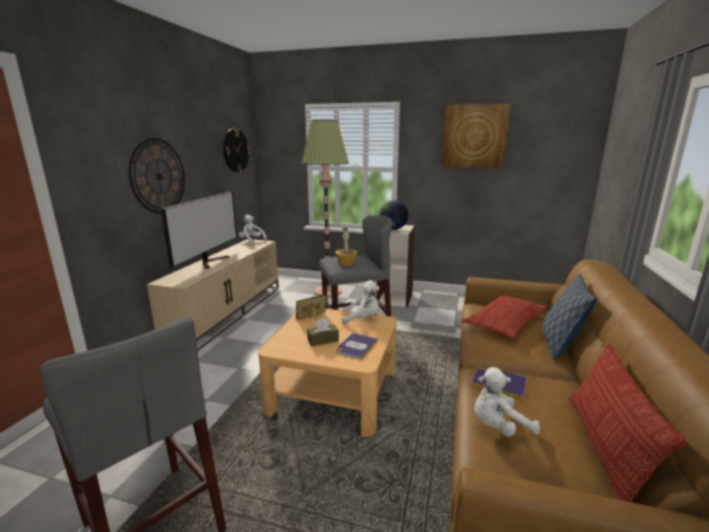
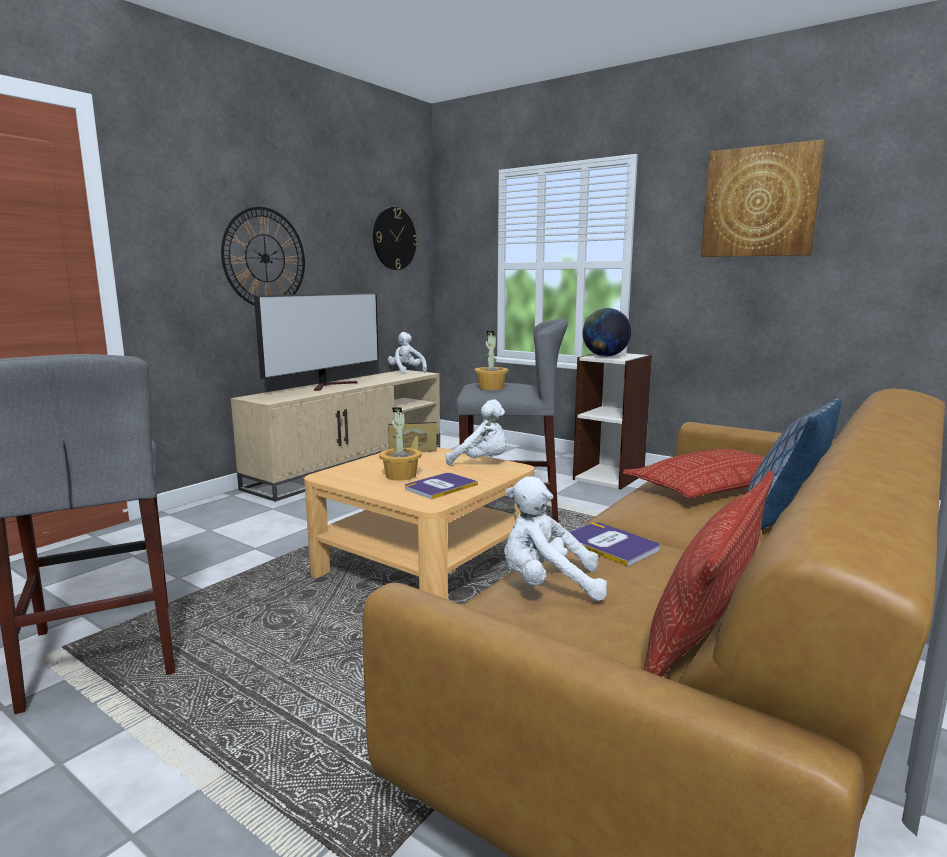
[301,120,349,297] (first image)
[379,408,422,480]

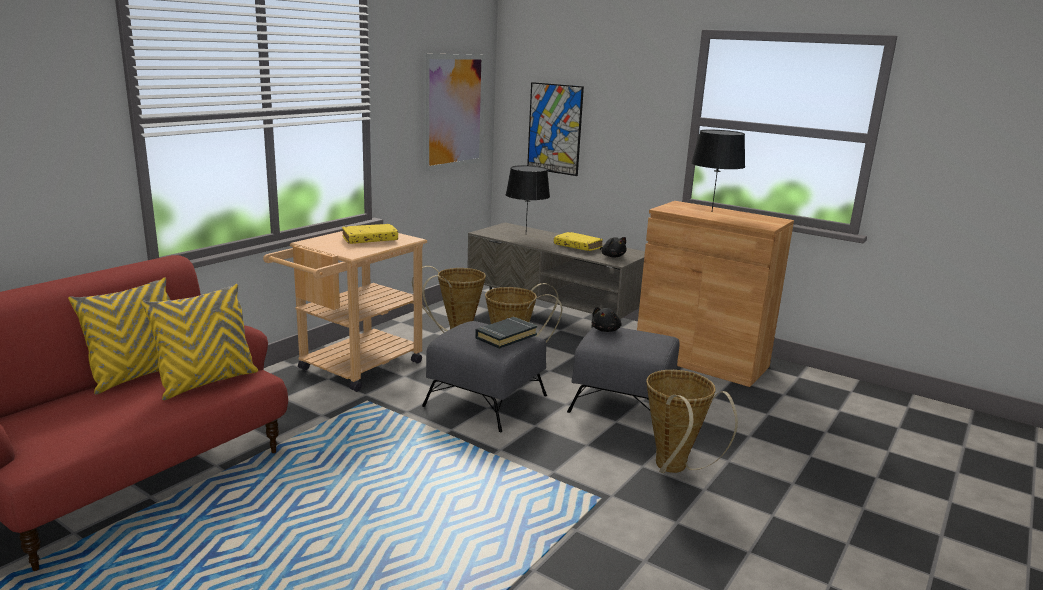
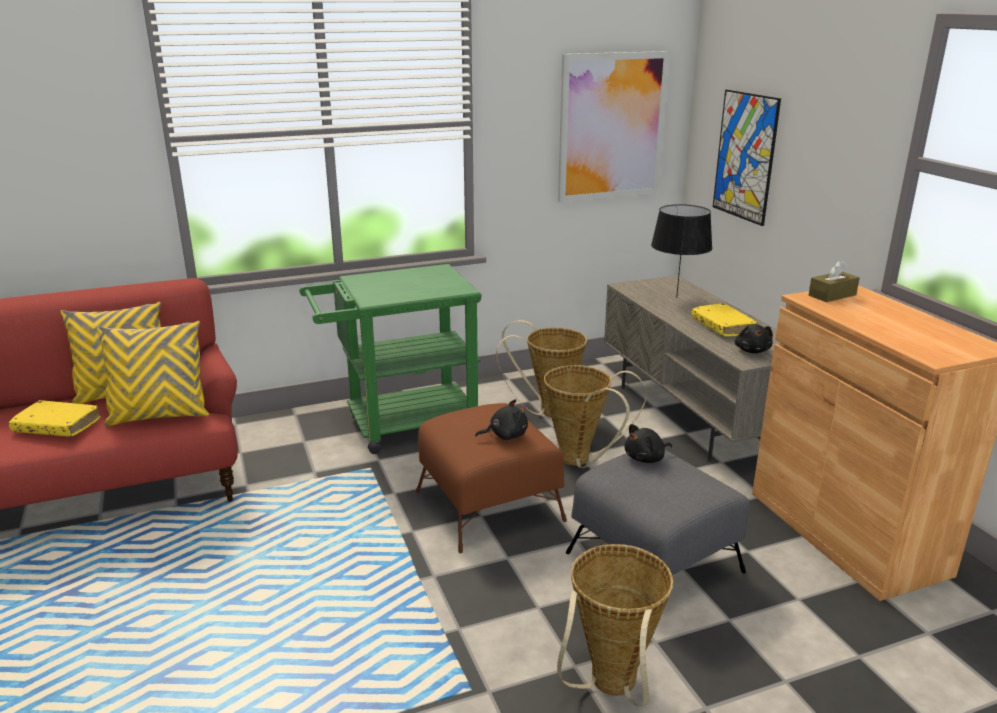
[691,130,745,210] (first image)
[809,260,860,302]
[9,400,101,437]
[475,399,528,440]
[299,264,482,454]
[416,403,567,553]

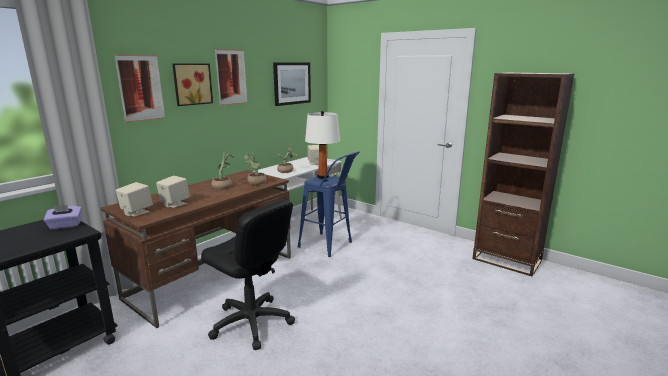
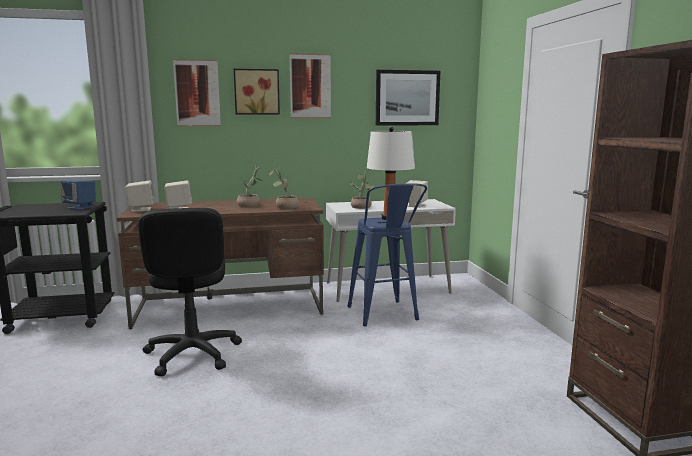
[61,180,96,210]

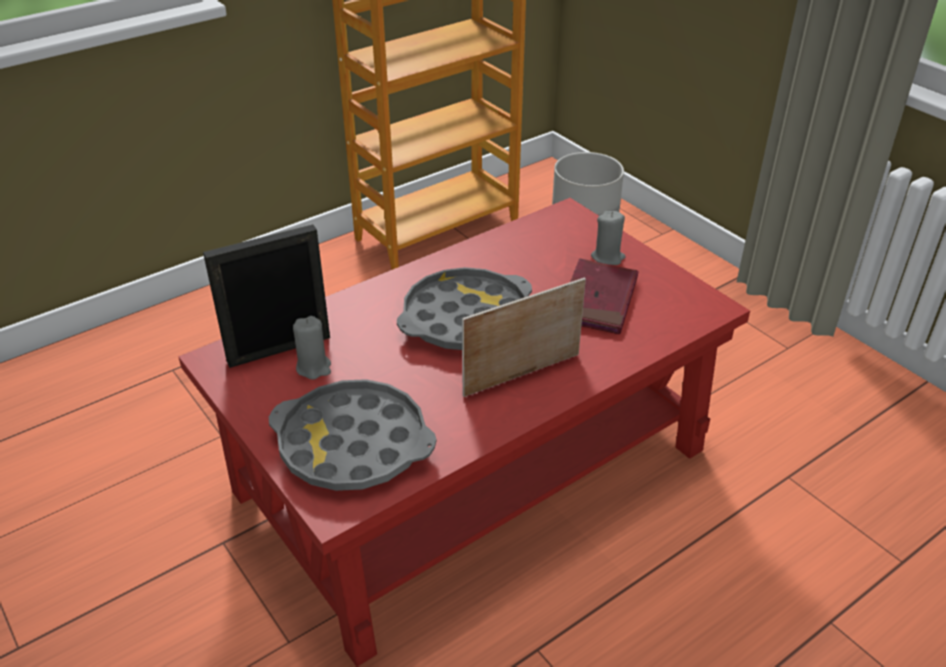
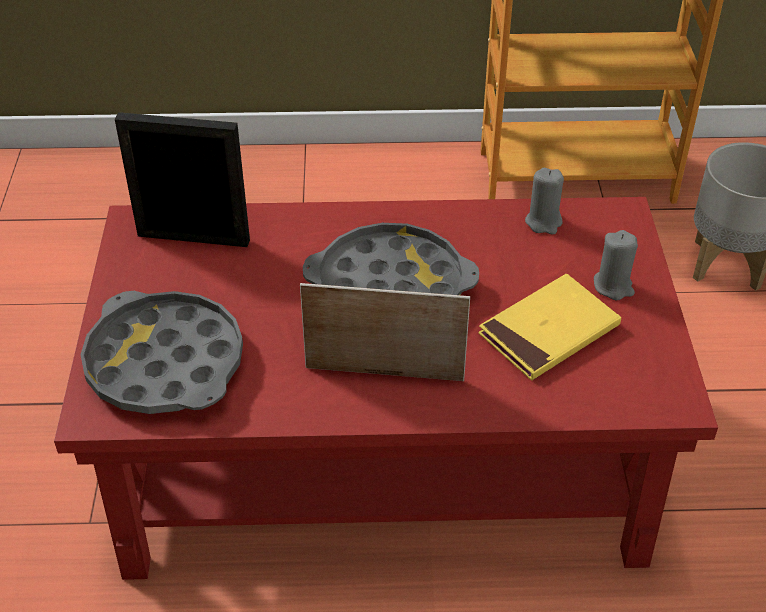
[525,168,564,234]
[478,274,621,380]

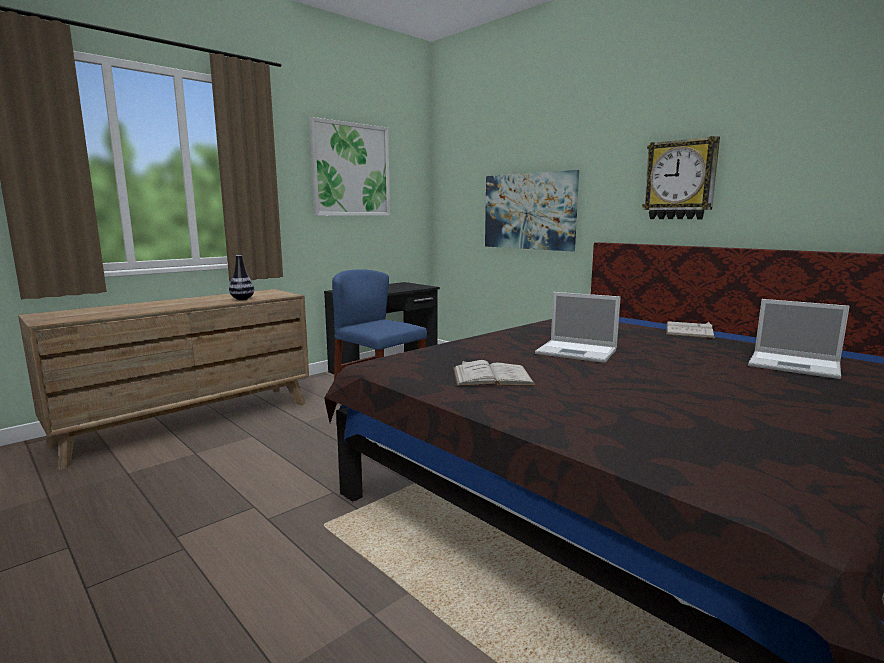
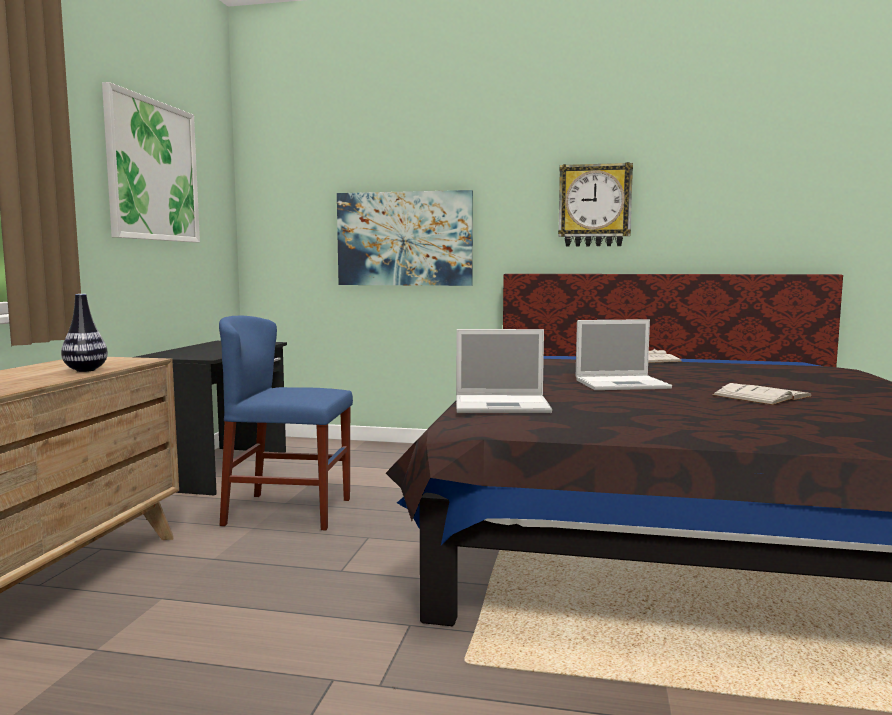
[712,383,812,405]
[456,329,552,413]

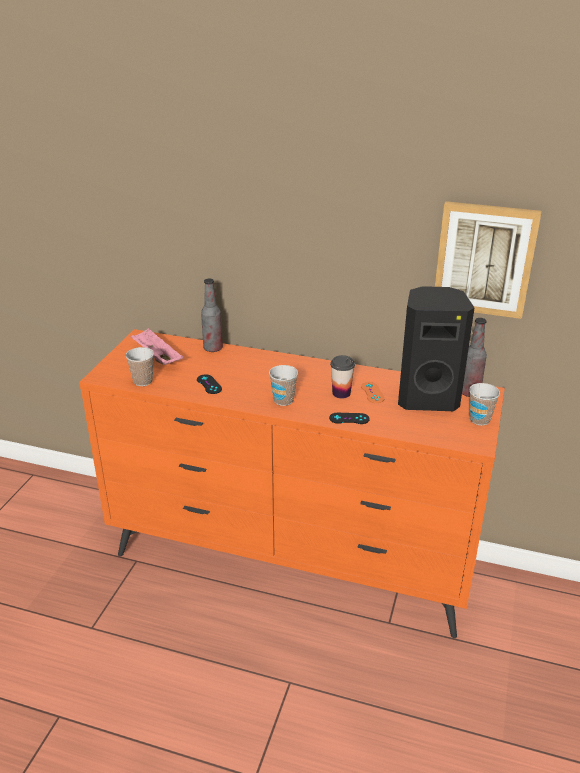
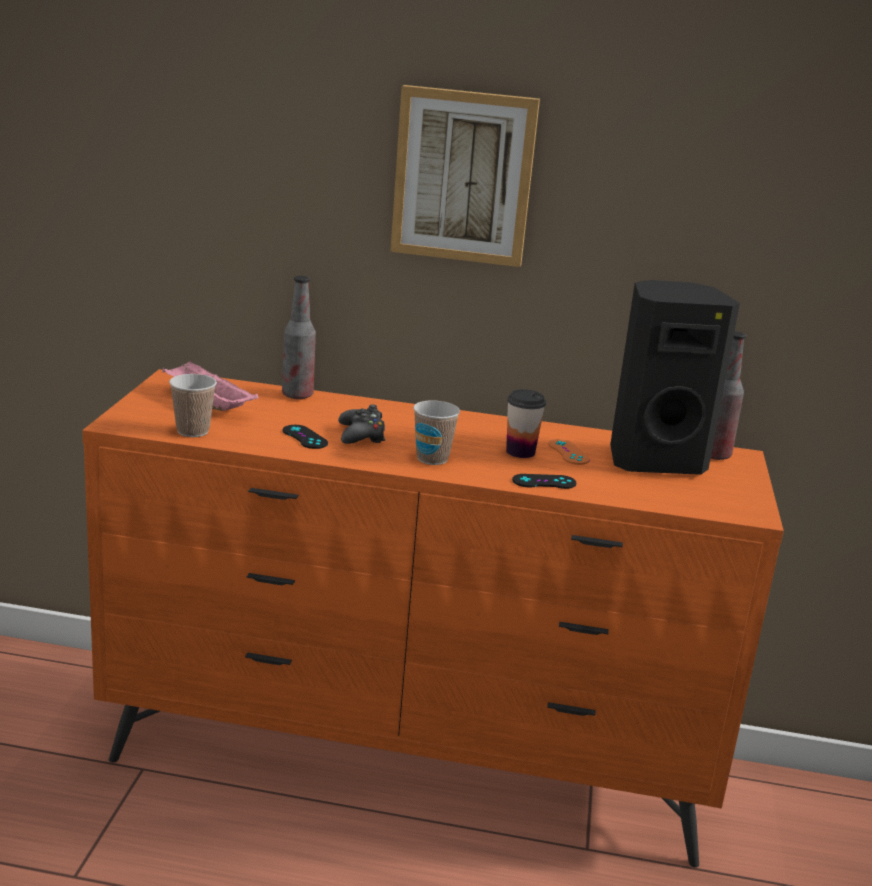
[469,383,500,425] (first image)
[338,404,385,444]
[390,85,540,267]

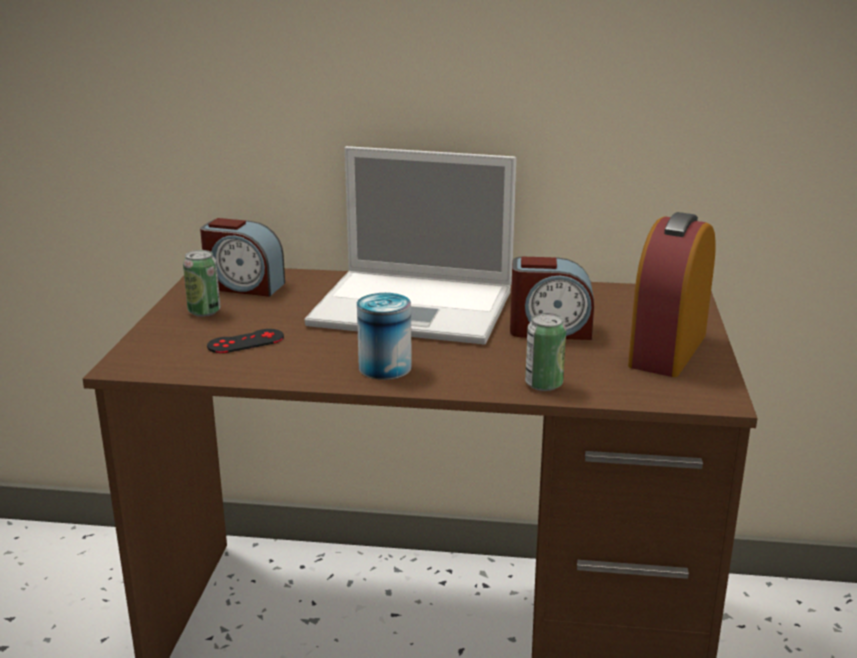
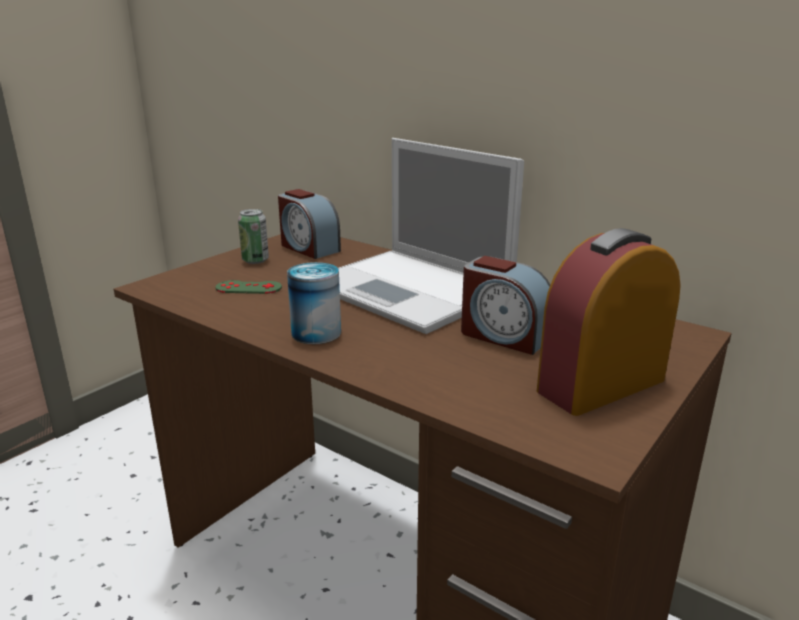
[525,313,566,391] (first image)
[216,280,282,294]

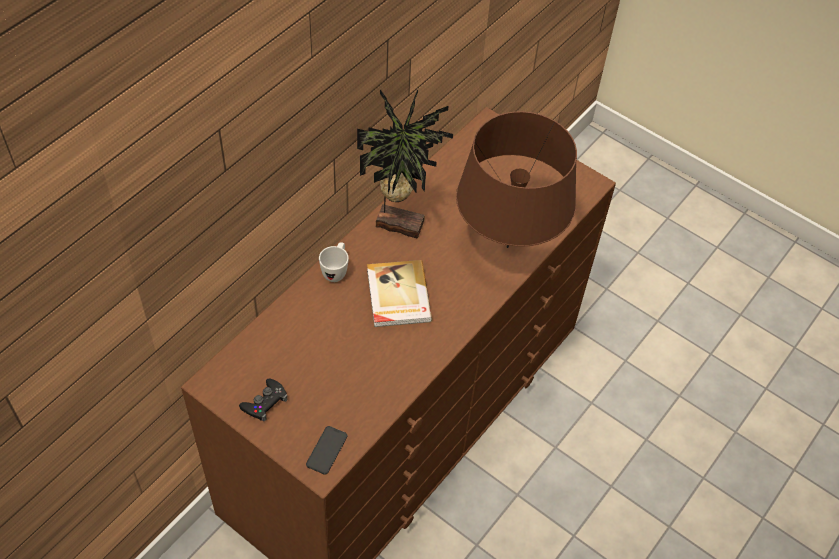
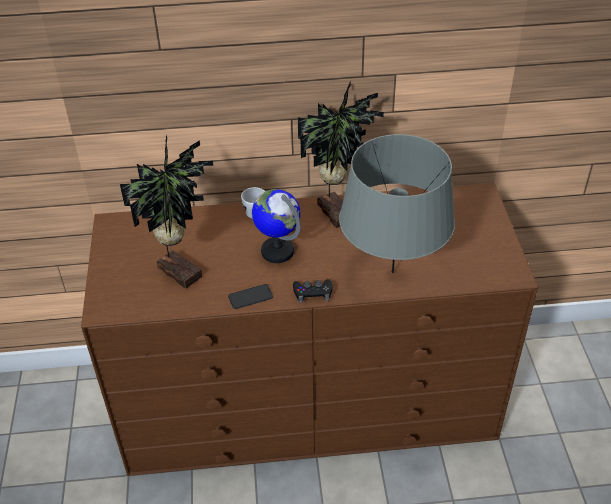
[120,133,213,289]
[293,279,333,303]
[228,284,273,309]
[252,189,301,263]
[339,134,455,273]

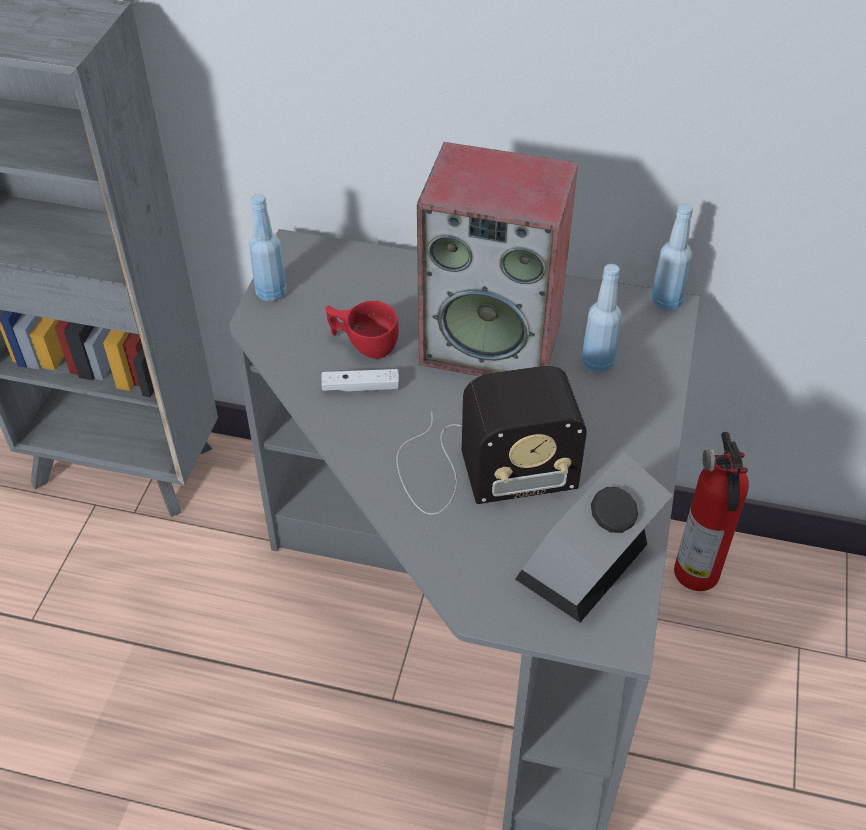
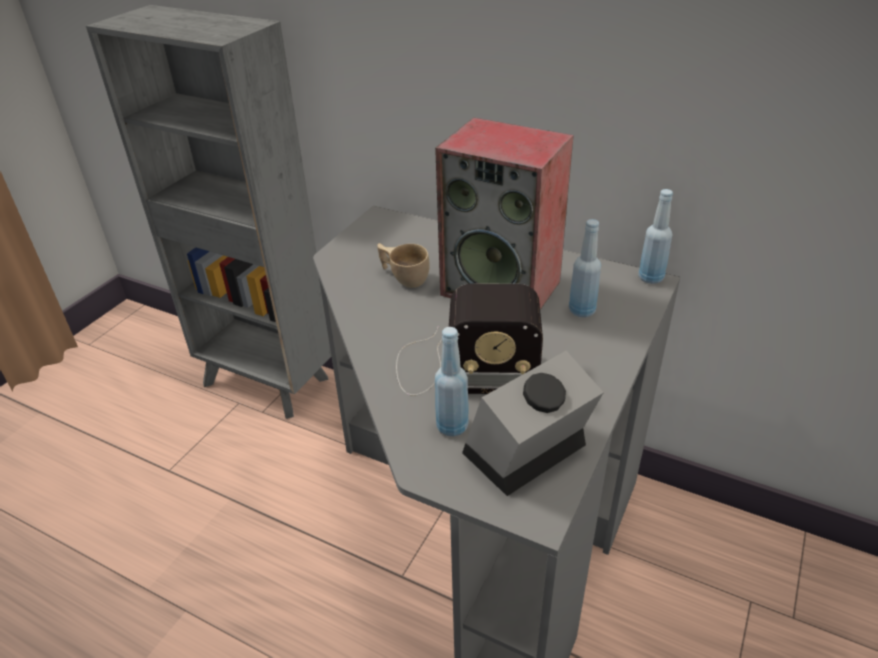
[321,369,399,392] (first image)
[674,432,749,591] (first image)
[435,327,469,437]
[377,243,430,288]

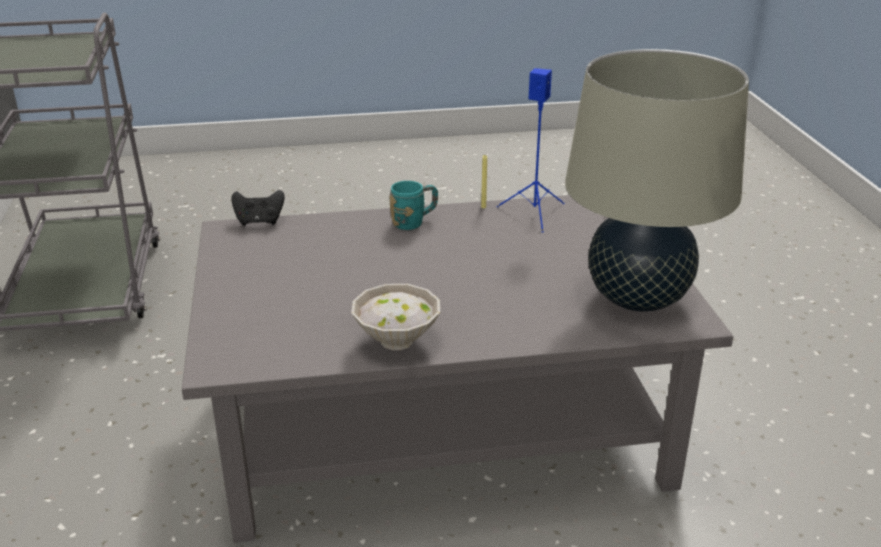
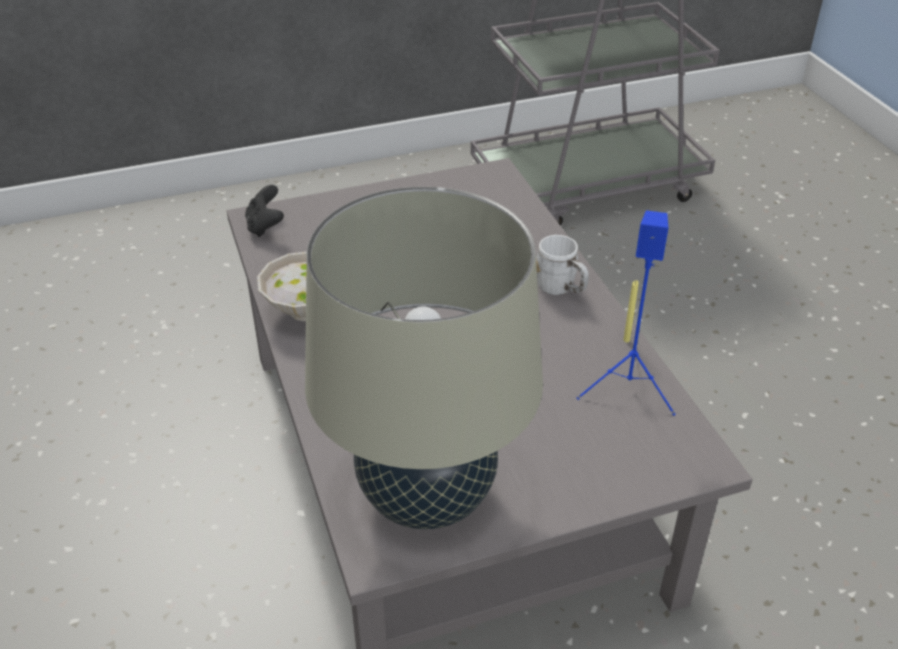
[245,185,284,237]
[536,235,589,295]

